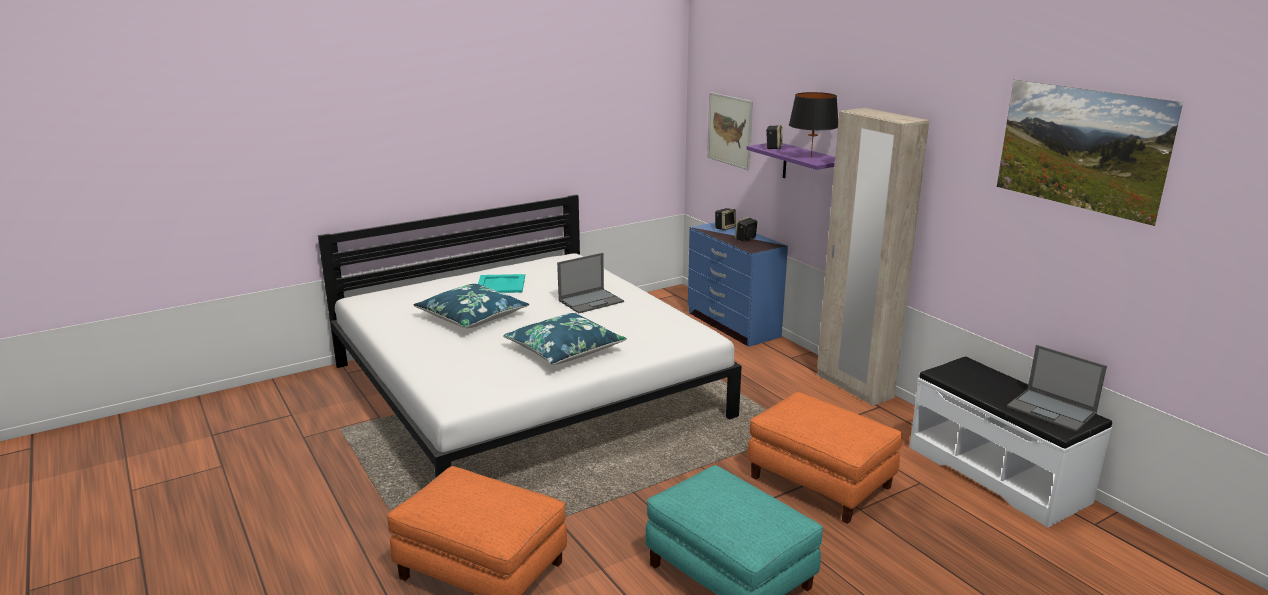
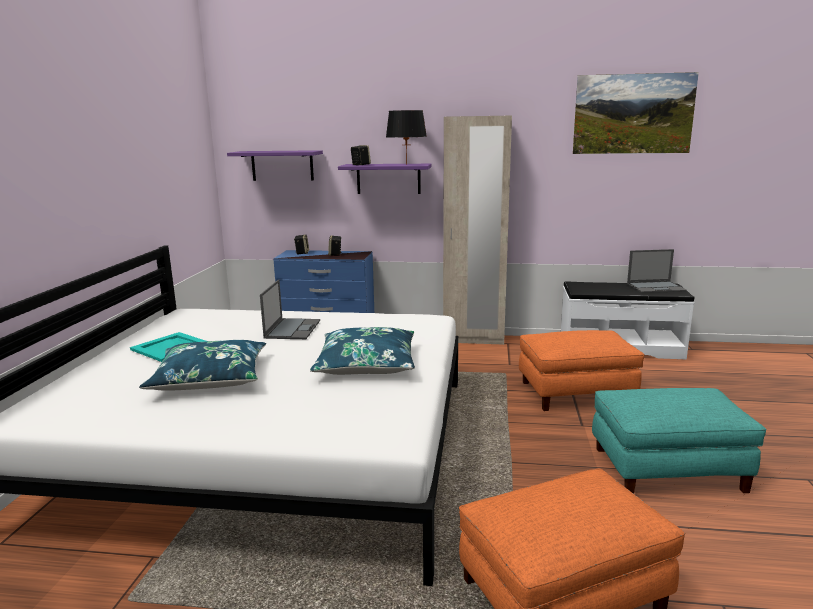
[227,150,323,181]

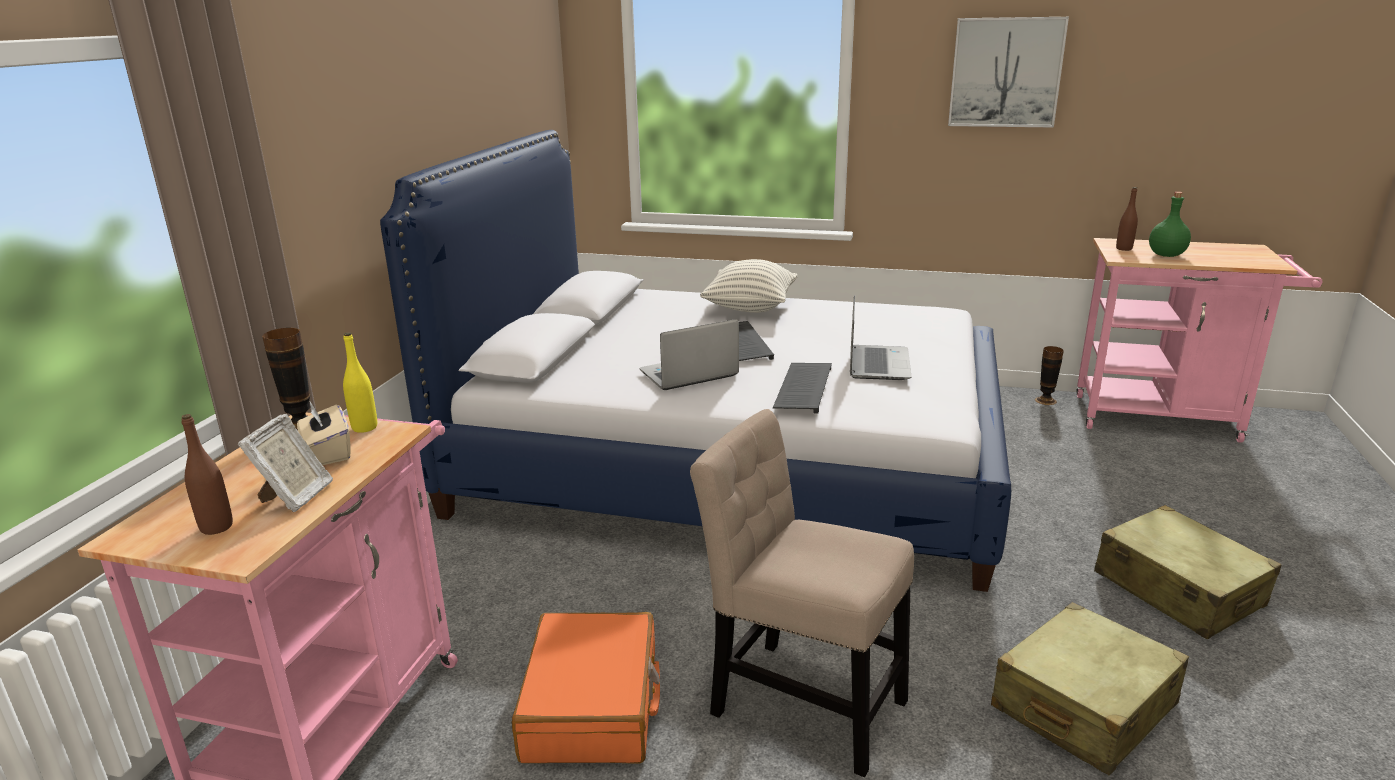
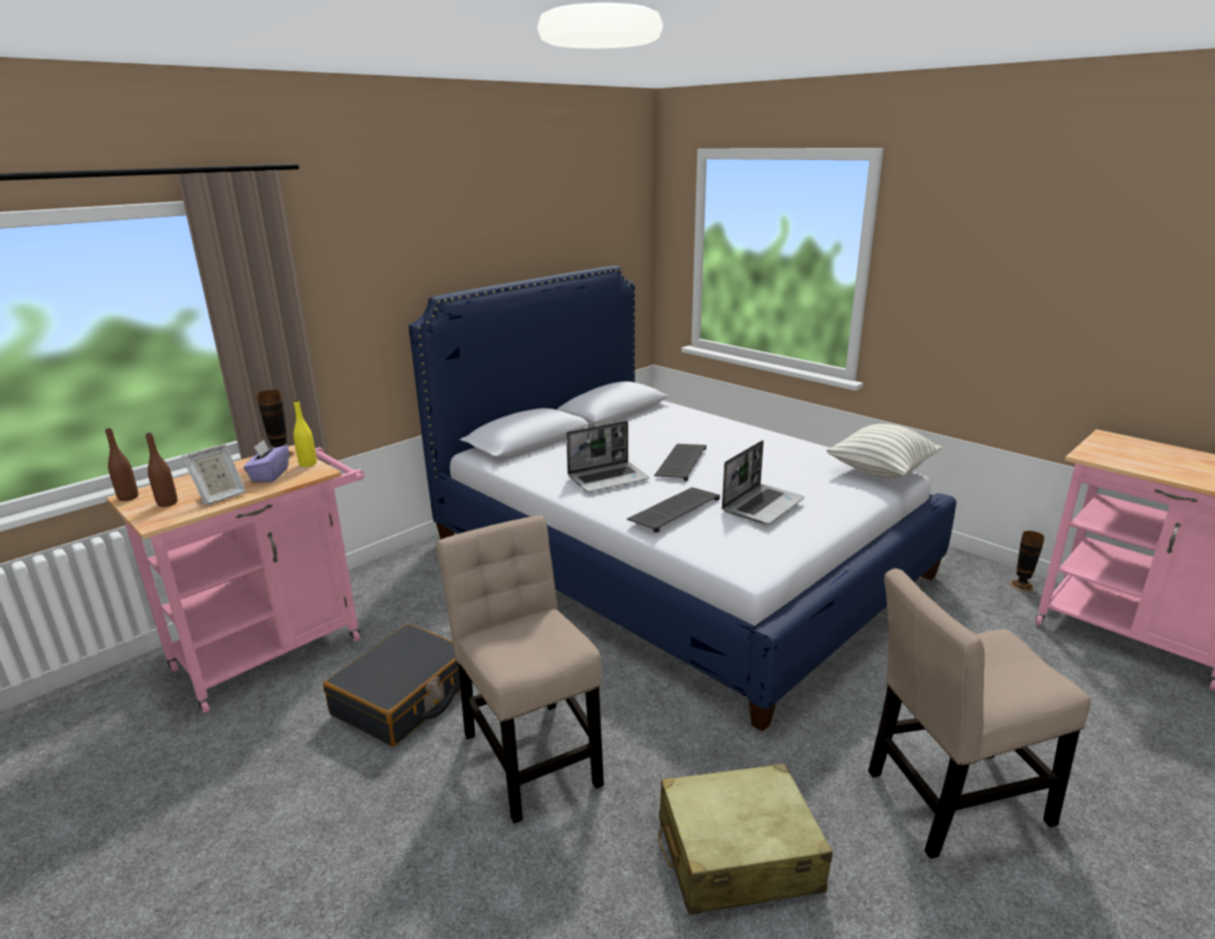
[948,17,1069,128] (first image)
[1149,192,1191,257] (first image)
[826,424,942,479]
[105,428,138,501]
[868,568,1091,859]
[244,440,289,482]
[323,623,461,746]
[566,421,649,492]

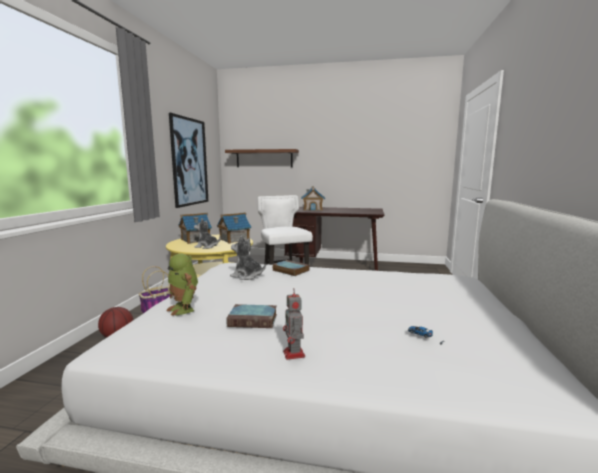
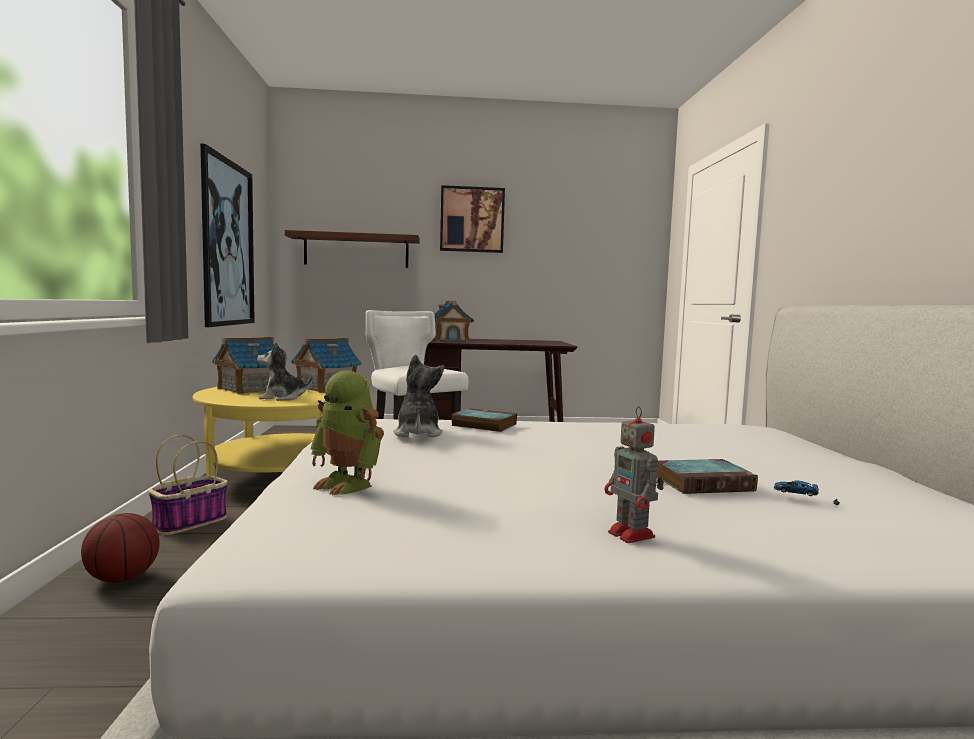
[440,185,505,253]
[657,459,758,494]
[393,355,444,437]

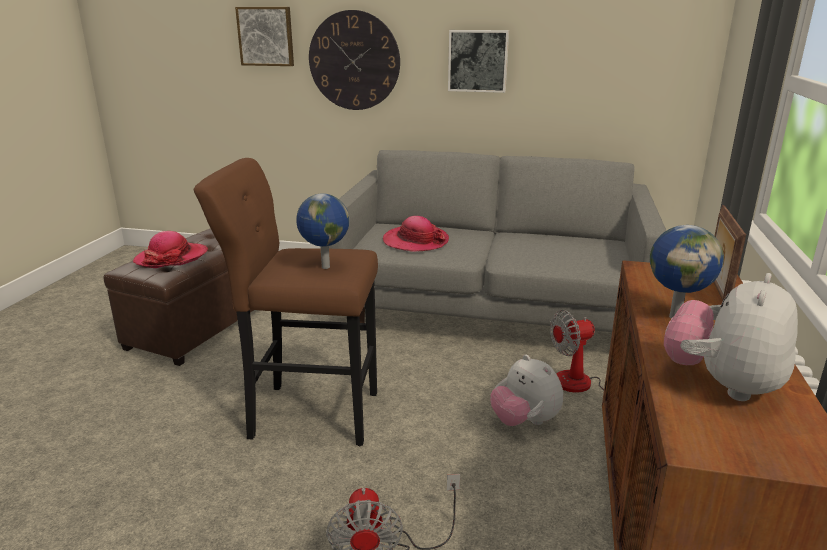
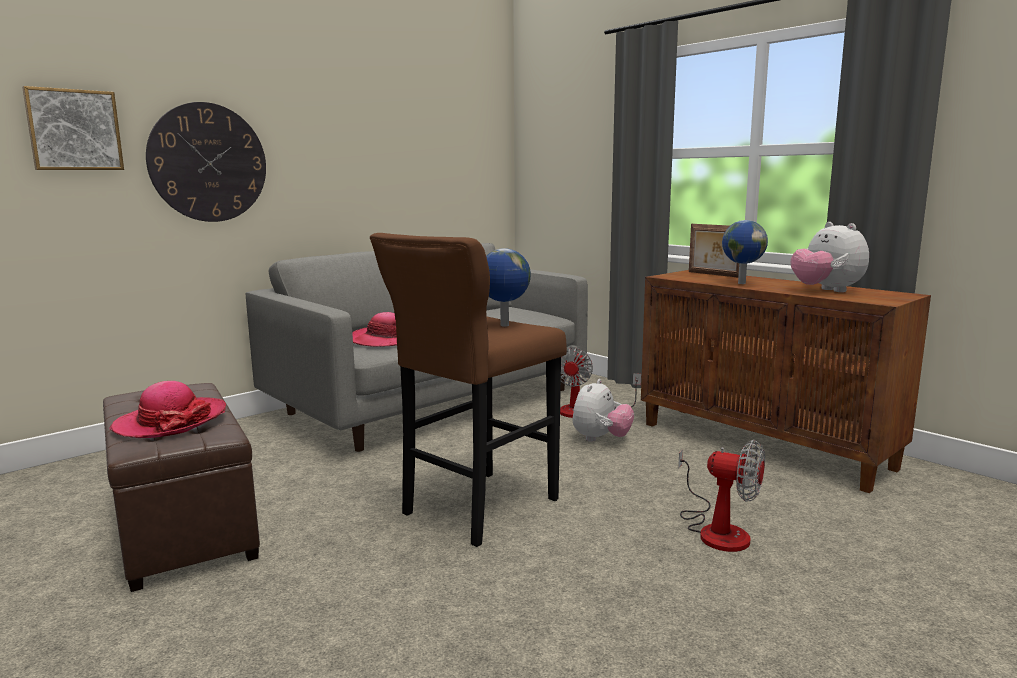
[448,30,509,93] (first image)
[573,379,634,442]

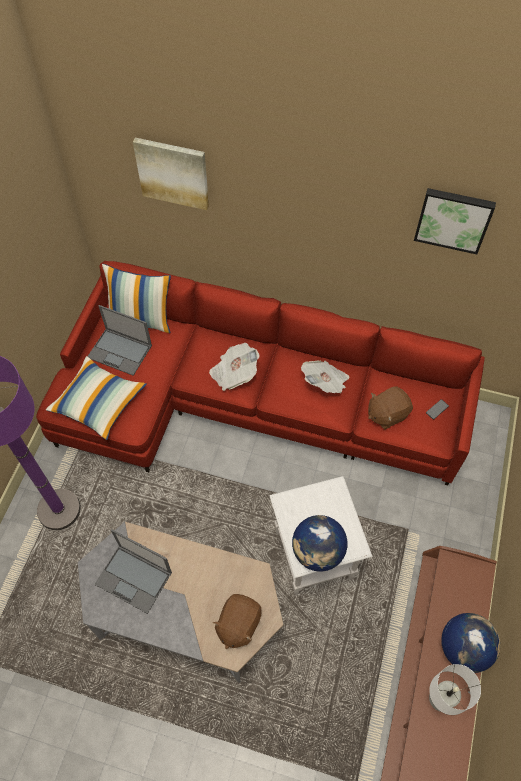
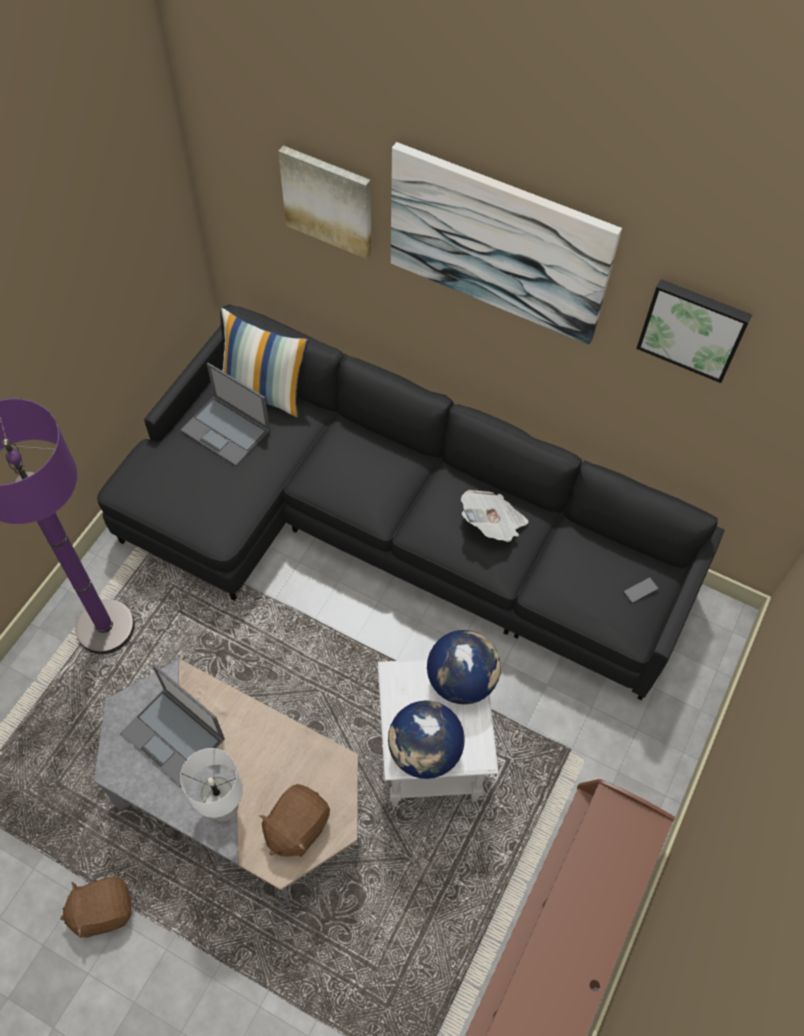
[46,356,147,440] (first image)
[209,343,260,391] (first image)
[391,142,622,345]
[60,877,133,938]
[180,748,243,821]
[427,630,501,705]
[97,304,724,700]

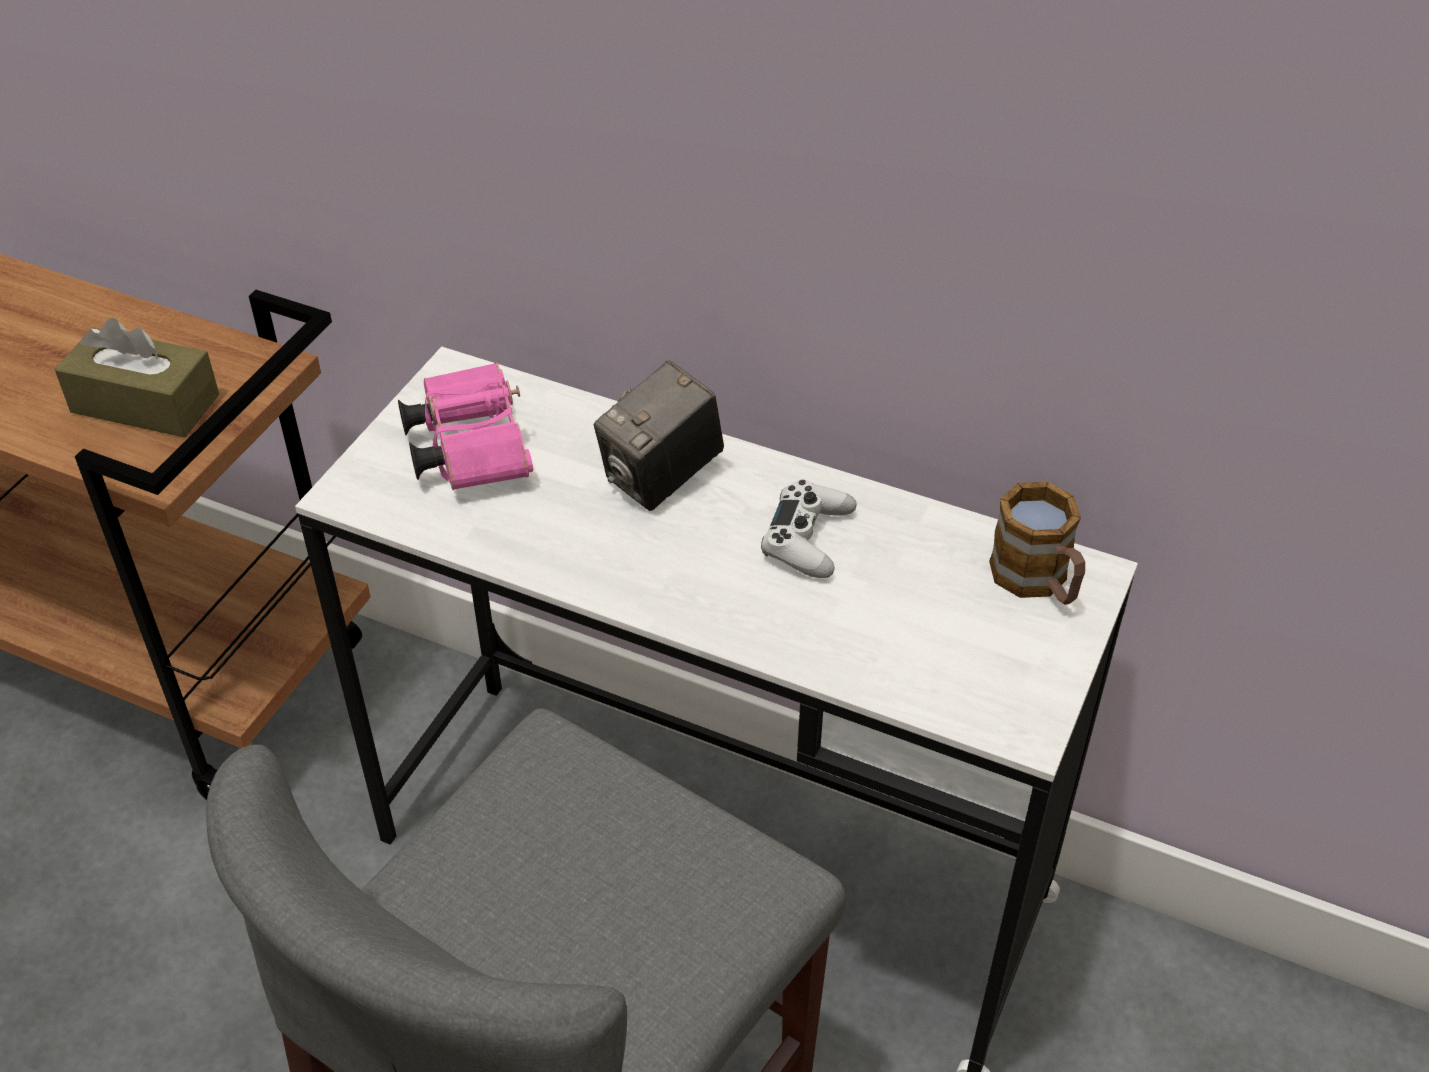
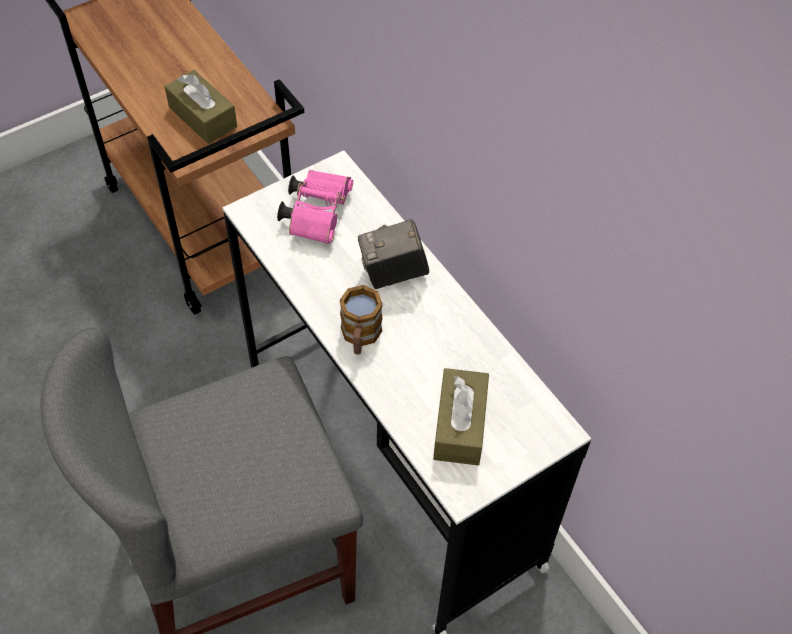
[761,480,857,578] (first image)
[433,368,489,465]
[339,285,383,355]

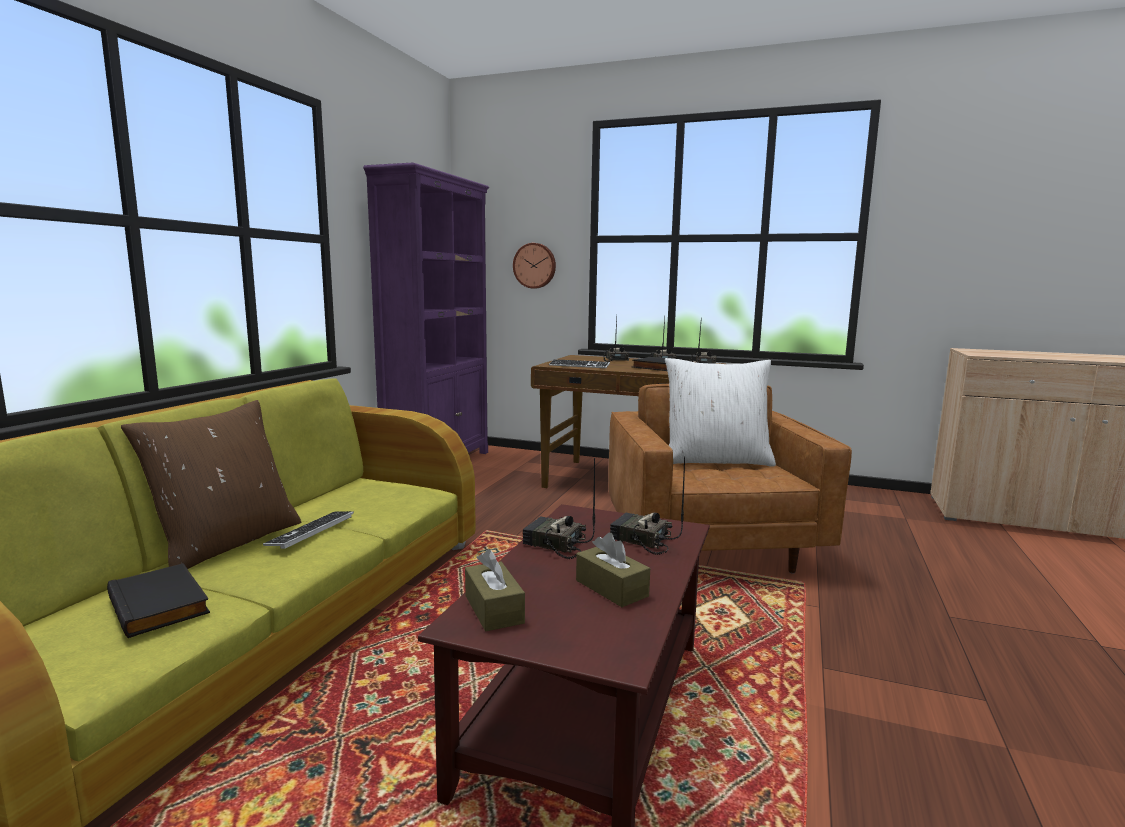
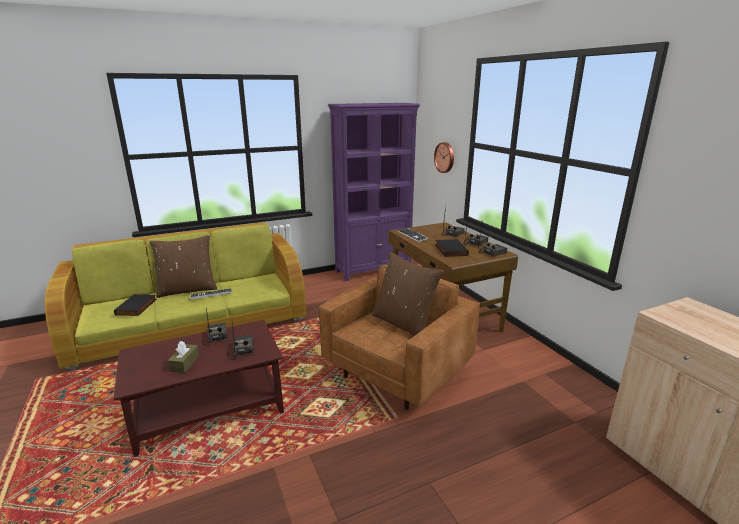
[465,549,525,631] (first image)
[372,252,444,336]

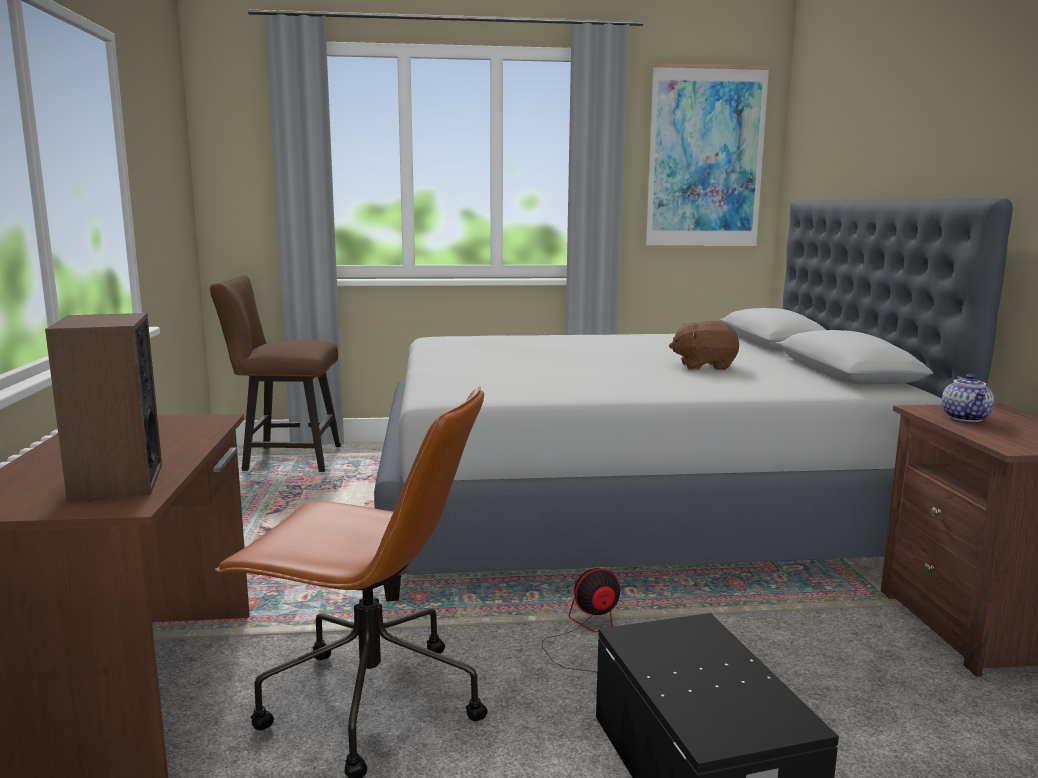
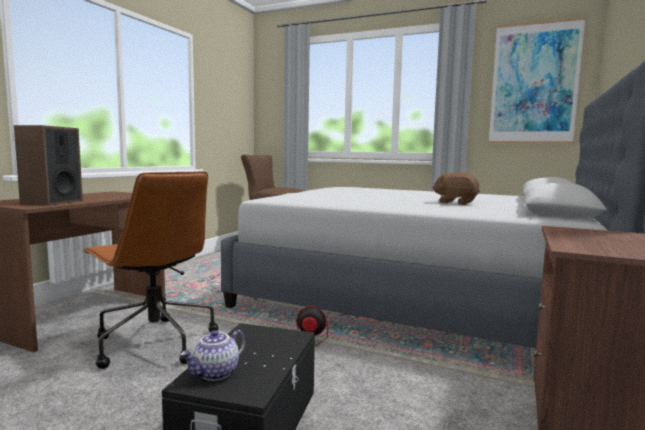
[181,330,246,381]

